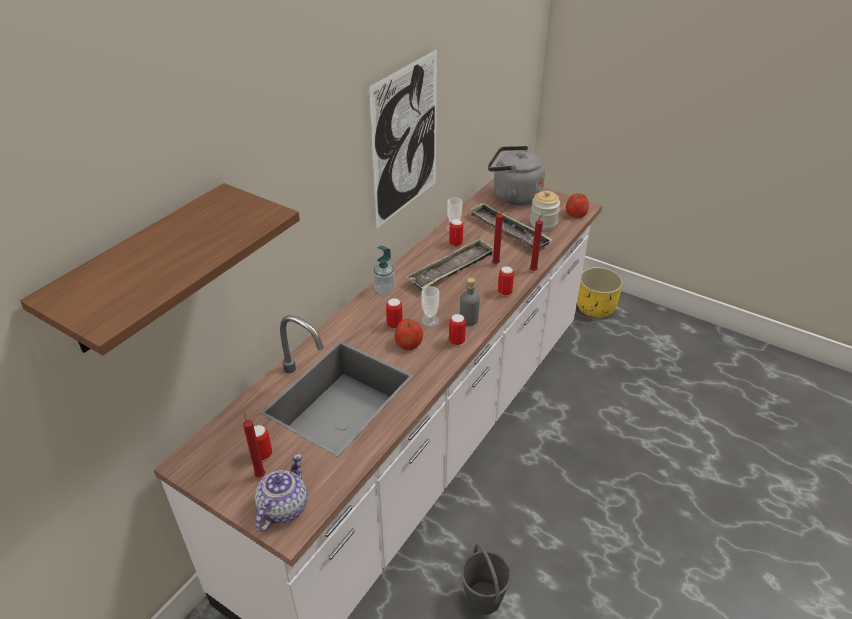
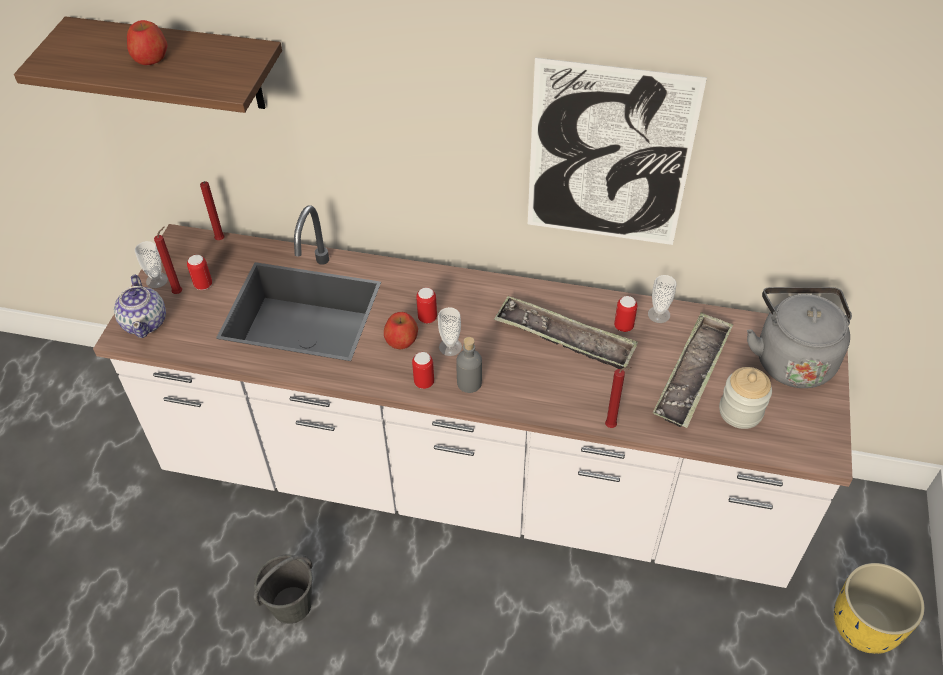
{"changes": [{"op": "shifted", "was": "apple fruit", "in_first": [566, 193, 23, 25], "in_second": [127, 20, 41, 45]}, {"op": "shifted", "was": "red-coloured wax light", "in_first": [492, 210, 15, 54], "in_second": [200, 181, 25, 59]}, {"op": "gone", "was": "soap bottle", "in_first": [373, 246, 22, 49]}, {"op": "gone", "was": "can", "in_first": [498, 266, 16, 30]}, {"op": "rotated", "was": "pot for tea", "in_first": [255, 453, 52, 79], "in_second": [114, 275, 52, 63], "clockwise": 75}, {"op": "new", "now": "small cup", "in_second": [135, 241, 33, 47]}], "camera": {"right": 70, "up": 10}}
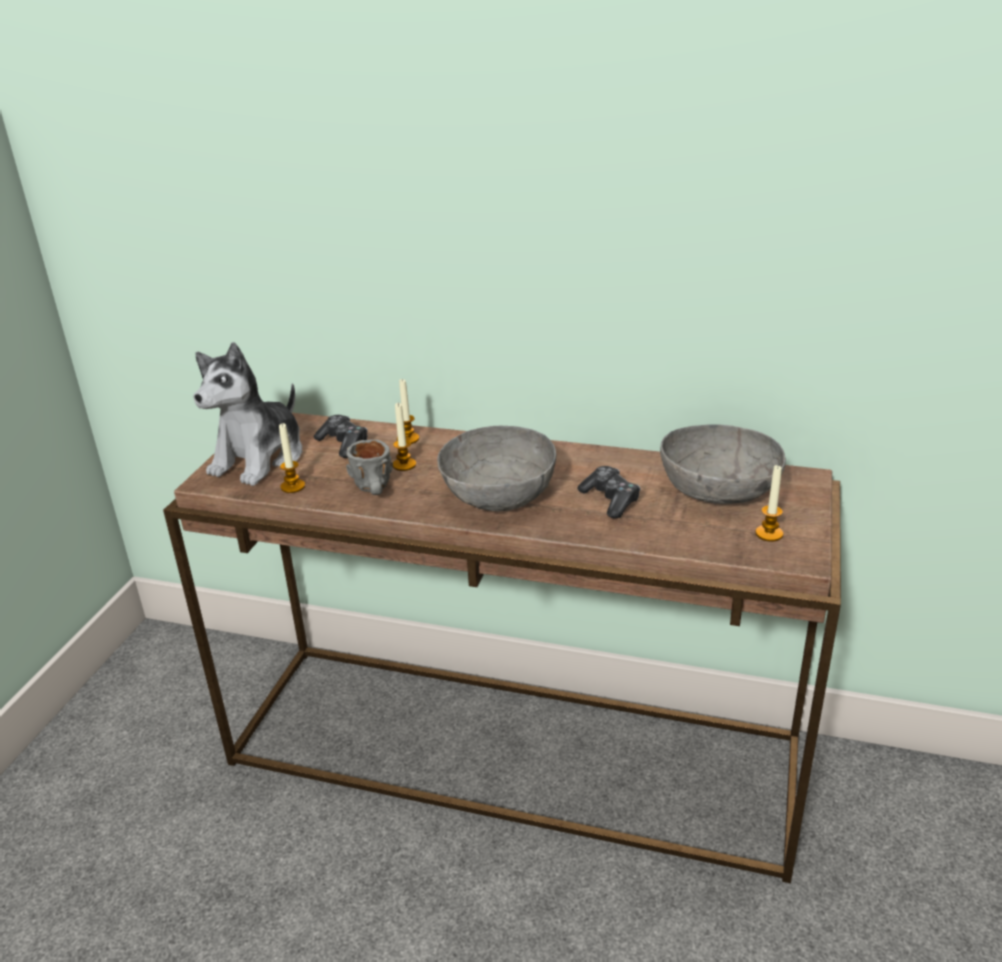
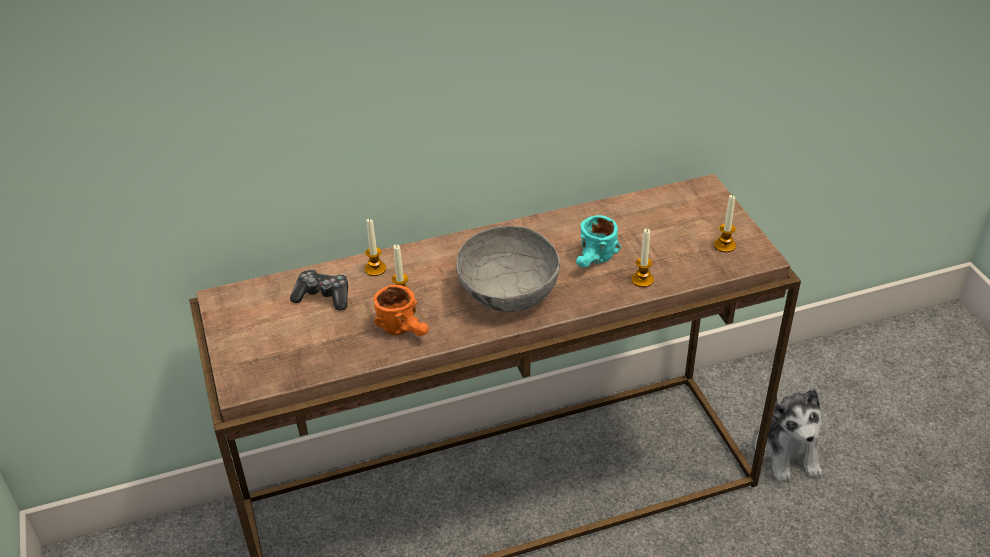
{"changes": [{"op": "shifted", "was": "soft toy", "in_first": [193, 342, 109, 144], "in_second": [755, 389, 67, 93]}, {"op": "shifted", "was": "wax light", "in_first": [279, 423, 26, 70], "in_second": [632, 228, 22, 59]}, {"op": "gone", "was": "gray deep dish", "in_first": [660, 425, 126, 79]}, {"op": "repainted", "was": "gray tea mug", "now": "orange tea mug", "in_first": [346, 439, 47, 56], "in_second": [373, 285, 55, 51]}, {"op": "swapped", "was": "gamepad", "now": "blue-green tea mug", "in_first": [577, 466, 64, 53], "in_second": [576, 215, 45, 52]}], "camera": {"right": -35, "up": 10}}
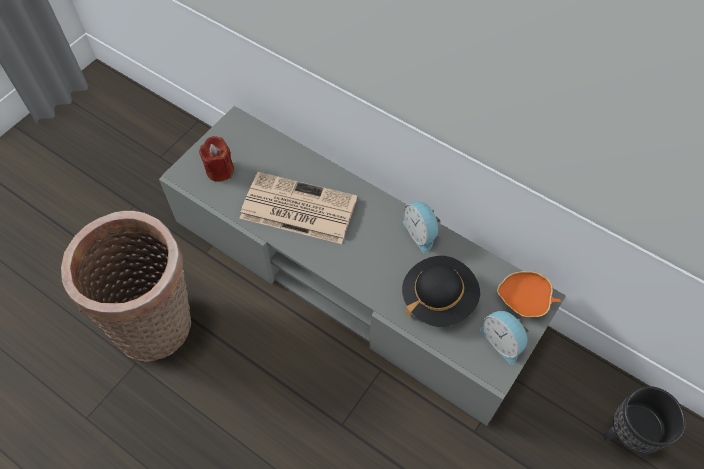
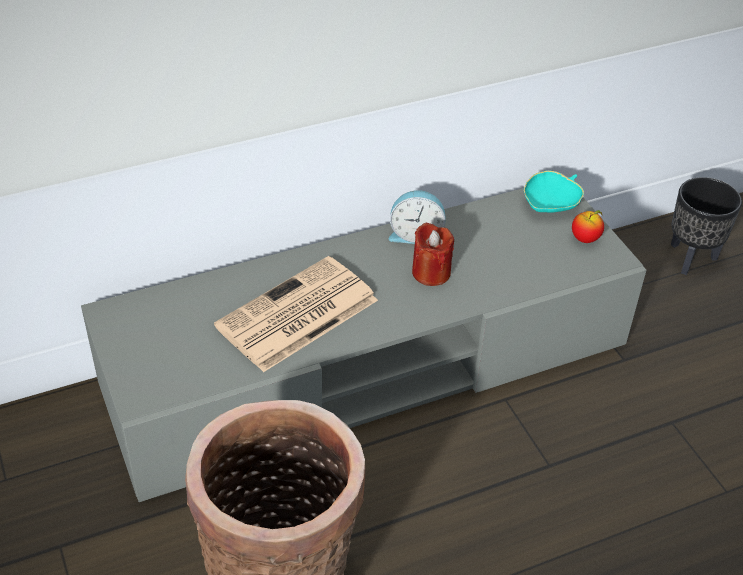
{"changes": [{"op": "shifted", "was": "red-coloured wax light", "in_first": [199, 136, 35, 46], "in_second": [412, 223, 42, 63]}, {"op": "gone", "was": "blackish wearable hat", "in_first": [402, 256, 78, 71]}, {"op": "repainted", "was": "orange deep dish", "now": "blue-green deep dish", "in_first": [497, 271, 64, 47], "in_second": [524, 170, 60, 43]}, {"op": "swapped", "was": "bedside clock", "now": "apple fruit", "in_first": [480, 311, 49, 53], "in_second": [572, 210, 32, 33]}], "camera": {"right": -60, "up": -15}}
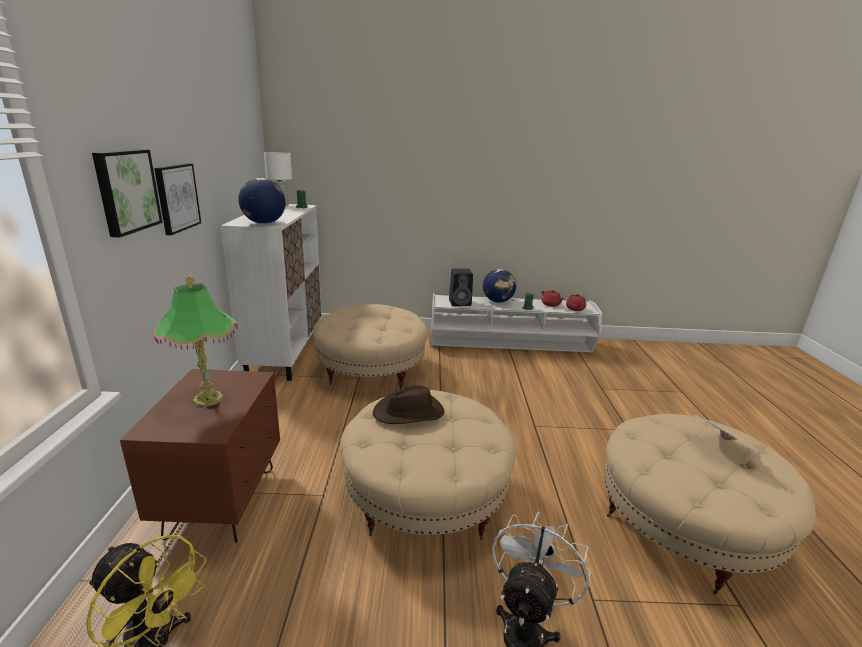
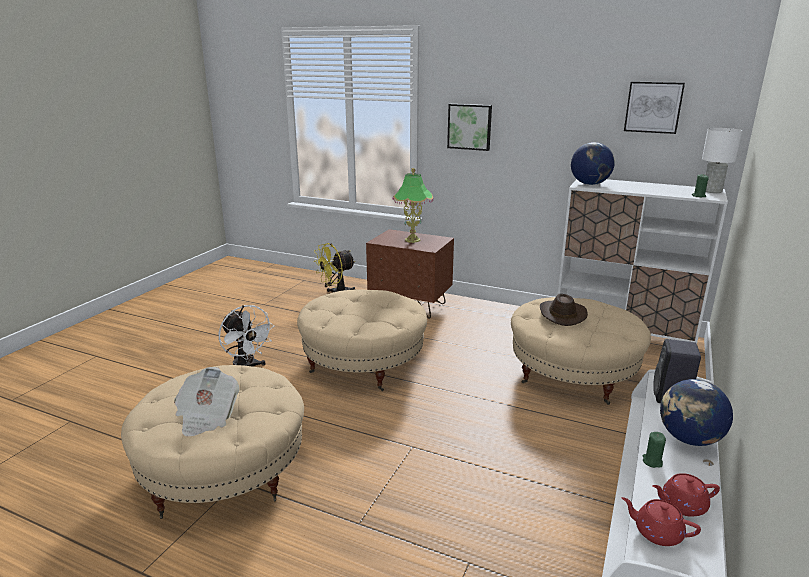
{"changes": [{"op": "shifted", "was": "wall art", "in_first": [154, 163, 47, 72], "in_second": [624, 81, 61, 53]}, {"op": "shifted", "was": "brown-coloured wearable hat", "in_first": [373, 385, 71, 39], "in_second": [540, 294, 48, 32]}], "camera": {"right": 115, "up": 0}}
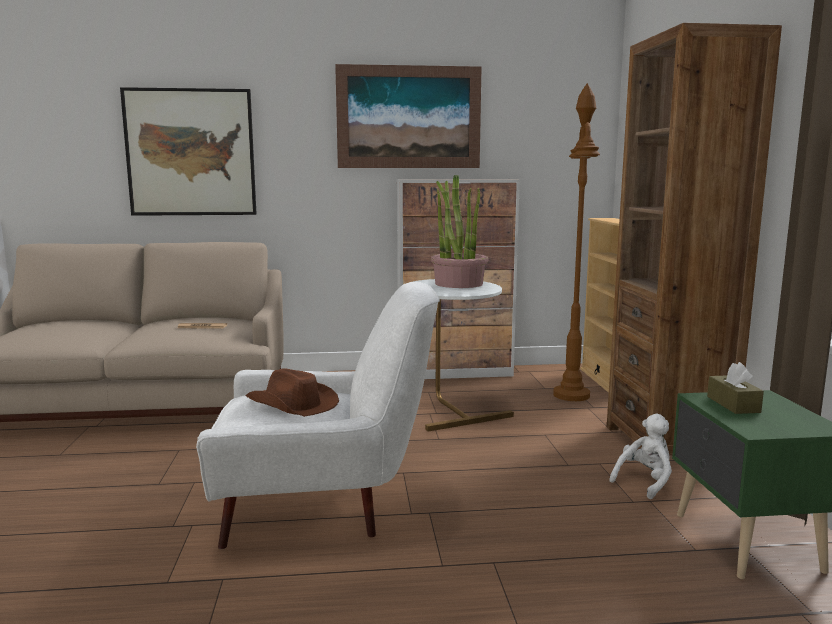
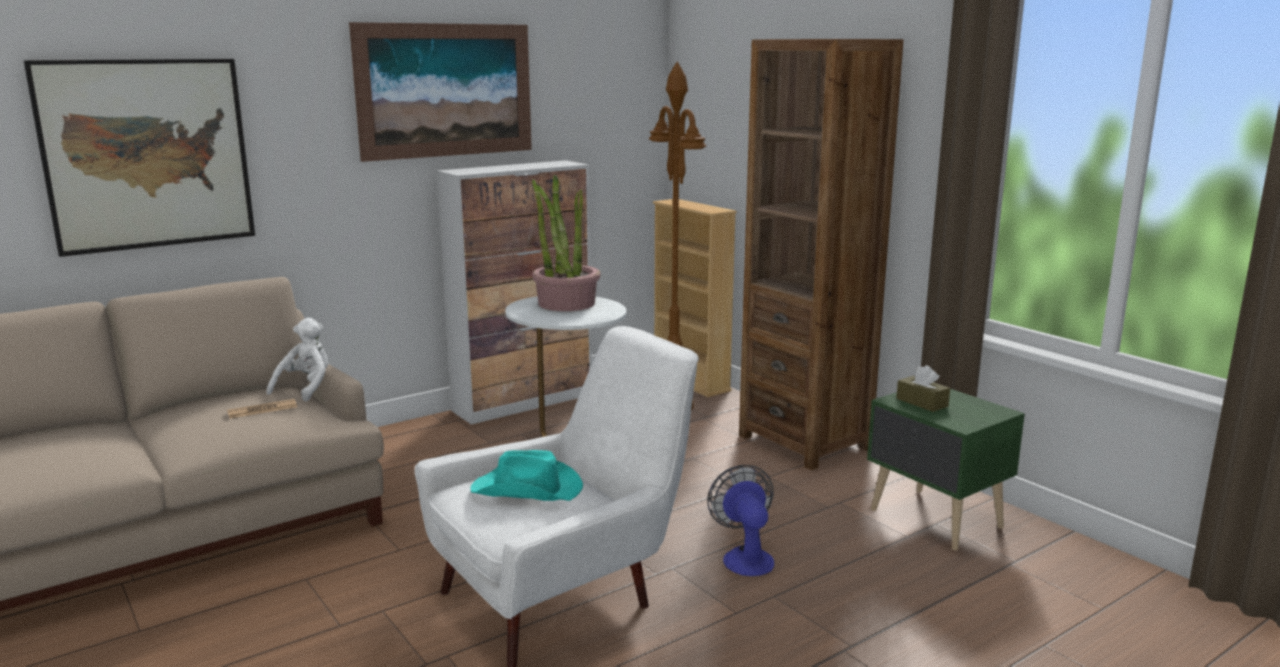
{"changes": [{"op": "repainted", "was": "brown-coloured wearable hat", "now": "blue-green wearable hat", "in_first": [245, 368, 94, 49], "in_second": [470, 450, 113, 51]}, {"op": "shifted", "was": "white soft toy", "in_first": [609, 414, 63, 85], "in_second": [266, 318, 62, 83]}, {"op": "new", "now": "fan", "in_second": [707, 465, 67, 111]}], "camera": {"right": -30, "up": 5}}
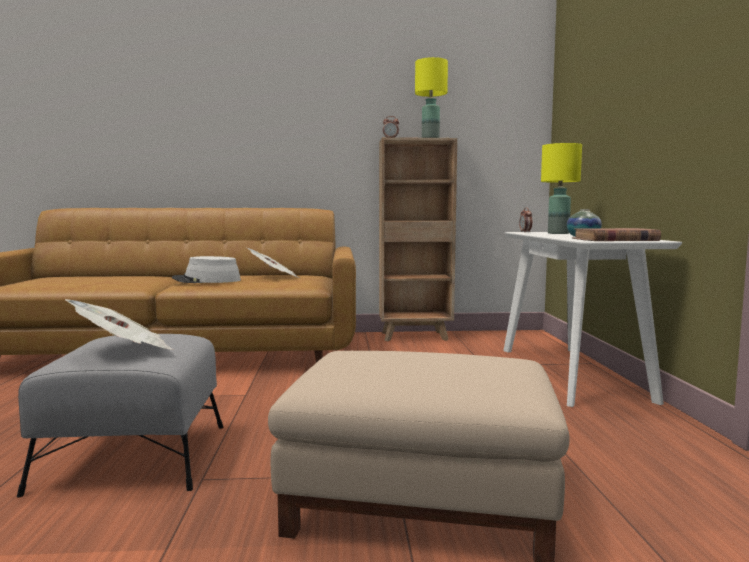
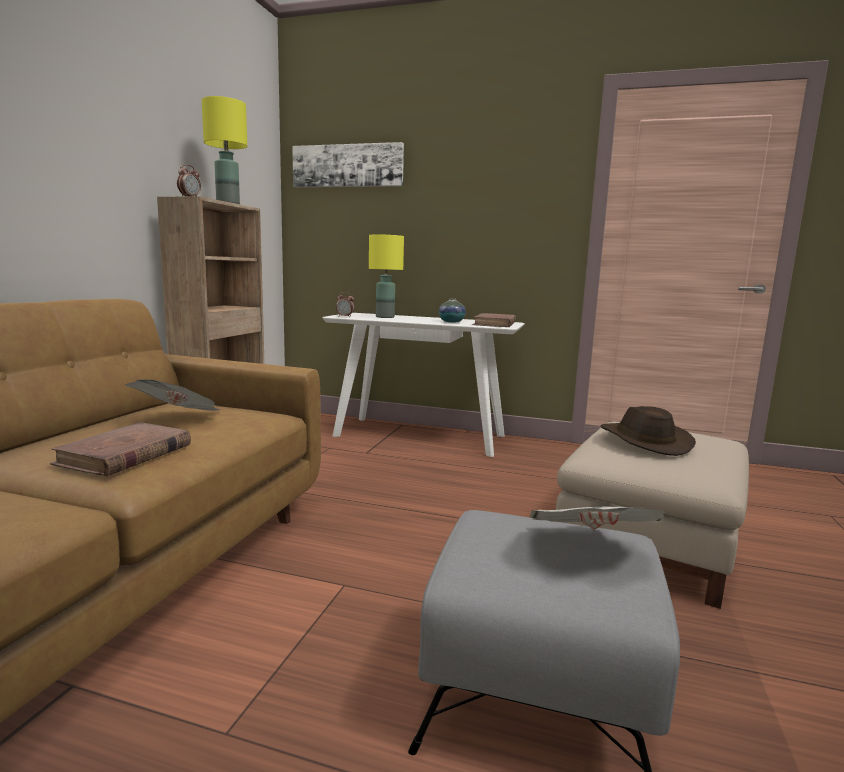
{"changes": [{"op": "swapped", "was": "gray wearable hat", "now": "brown-coloured bound book", "in_first": [172, 256, 69, 27], "in_second": [50, 422, 141, 54]}, {"op": "new", "now": "wall art", "in_second": [292, 142, 112, 45]}, {"op": "new", "now": "brown-coloured wearable hat", "in_second": [601, 406, 95, 50]}], "camera": {"right": -70, "up": 5}}
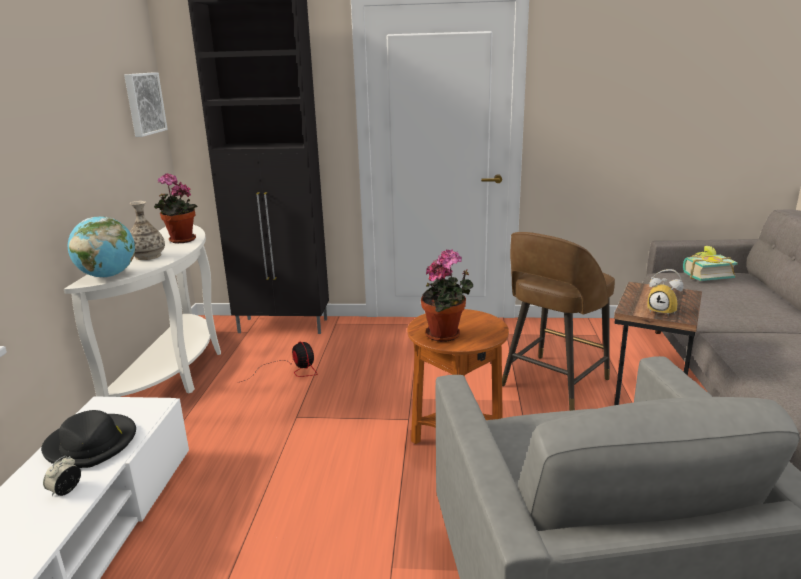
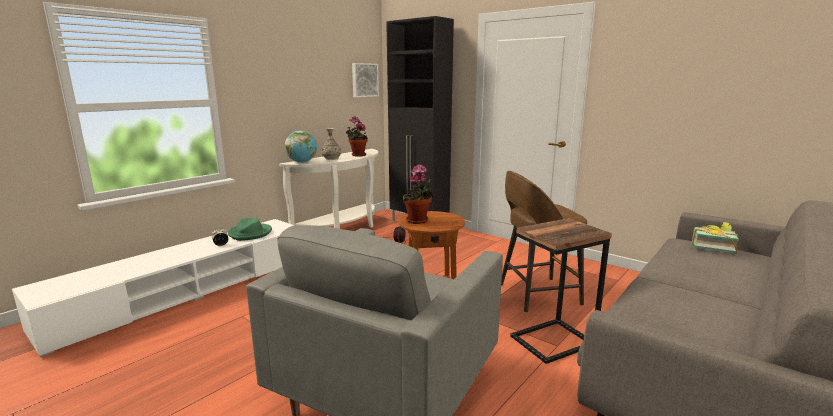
{"changes": [{"op": "gone", "was": "bedside clock", "in_first": [647, 269, 37, 47]}, {"op": "repainted", "was": "blackish wearable hat", "now": "greenish wearable hat", "in_first": [41, 410, 95, 58], "in_second": [228, 218, 44, 23]}], "camera": {"right": 35, "up": -5}}
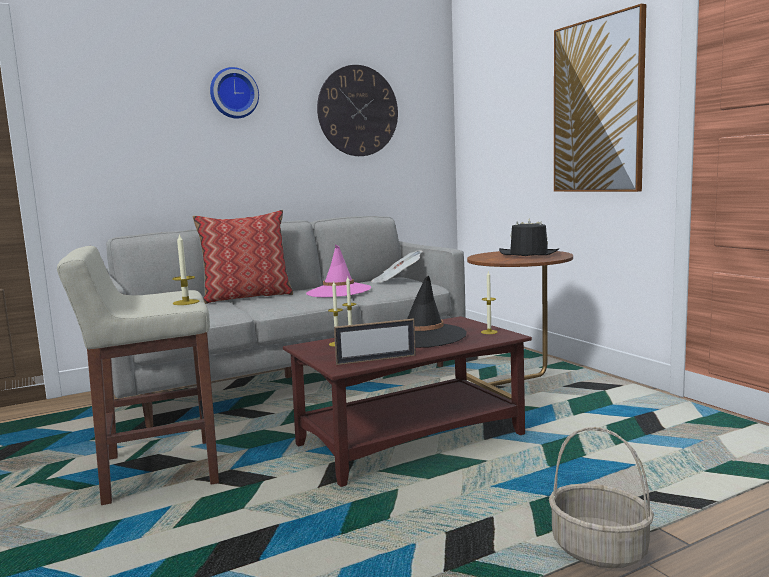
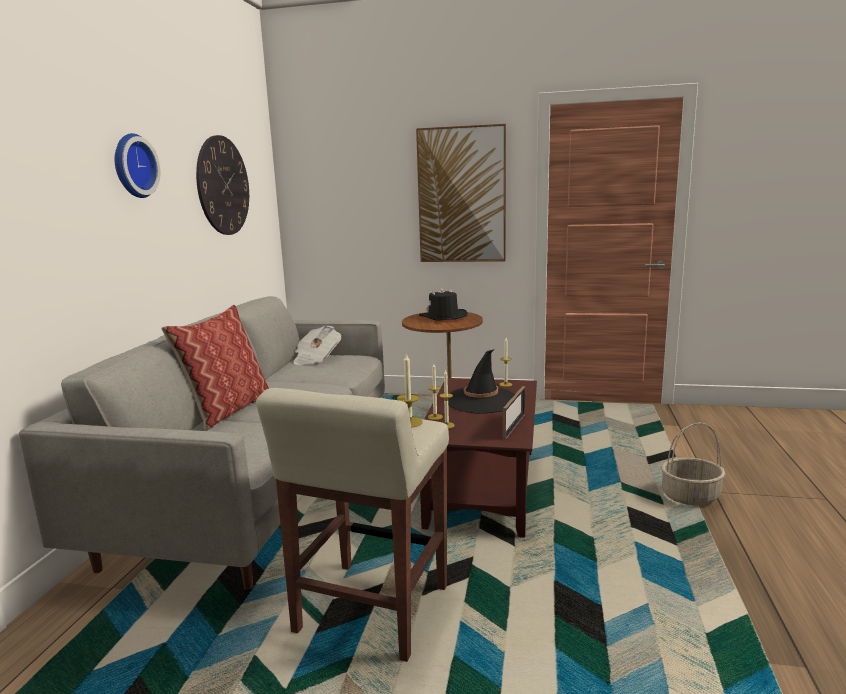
{"changes": [{"op": "gone", "was": "pink-coloured wearable hat", "in_first": [306, 244, 65, 53]}], "camera": {"right": -50, "up": 5}}
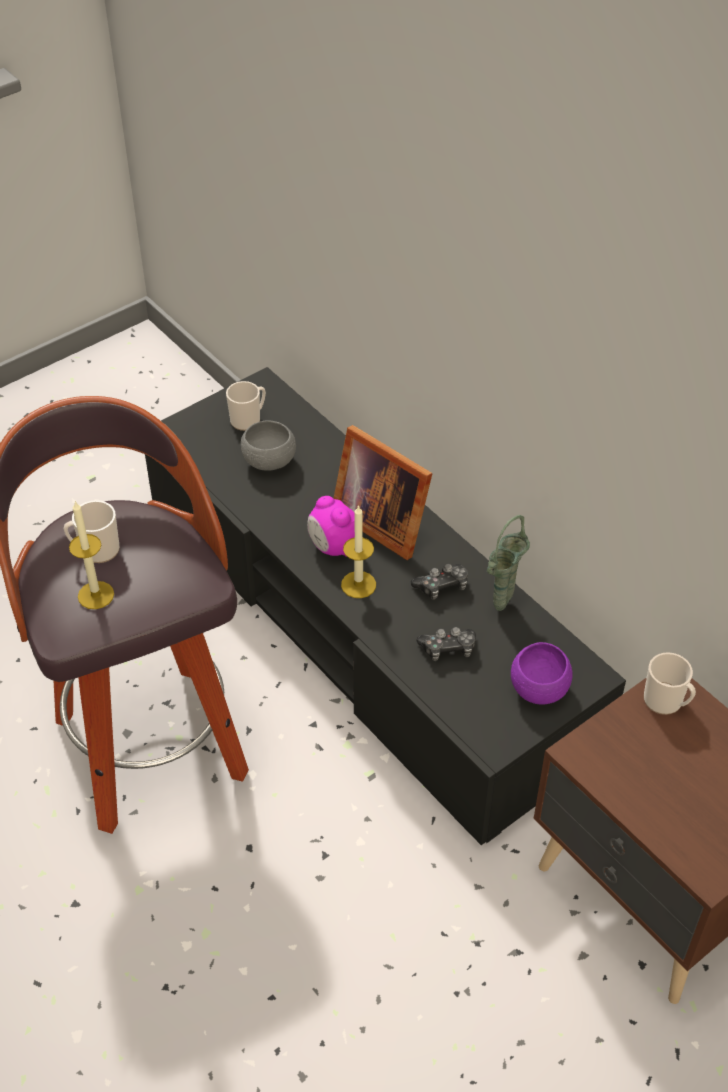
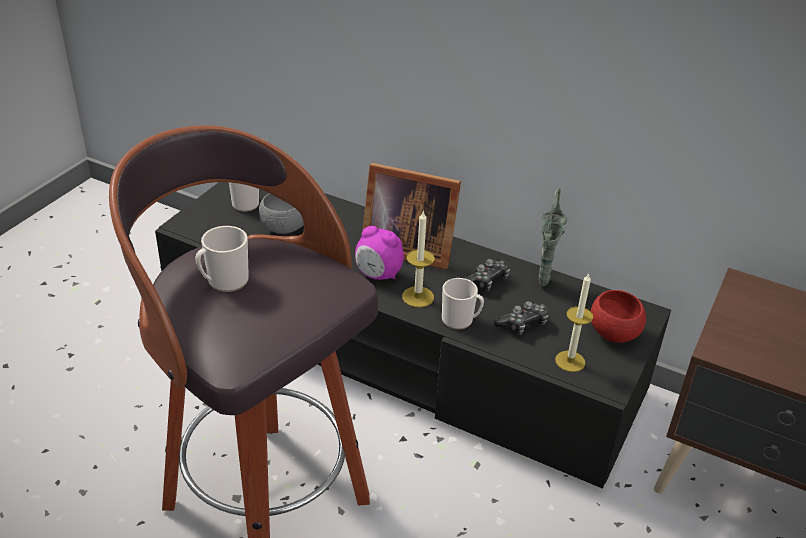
{"changes": [{"op": "shifted", "was": "wax light", "in_first": [69, 501, 45, 108], "in_second": [555, 273, 38, 99]}, {"op": "repainted", "was": "purple deep dish", "now": "red-coloured deep dish", "in_first": [511, 642, 62, 63], "in_second": [591, 290, 55, 53]}, {"op": "shifted", "was": "tea mug", "in_first": [644, 652, 52, 63], "in_second": [442, 278, 42, 52]}], "camera": {"right": -25, "up": -10}}
